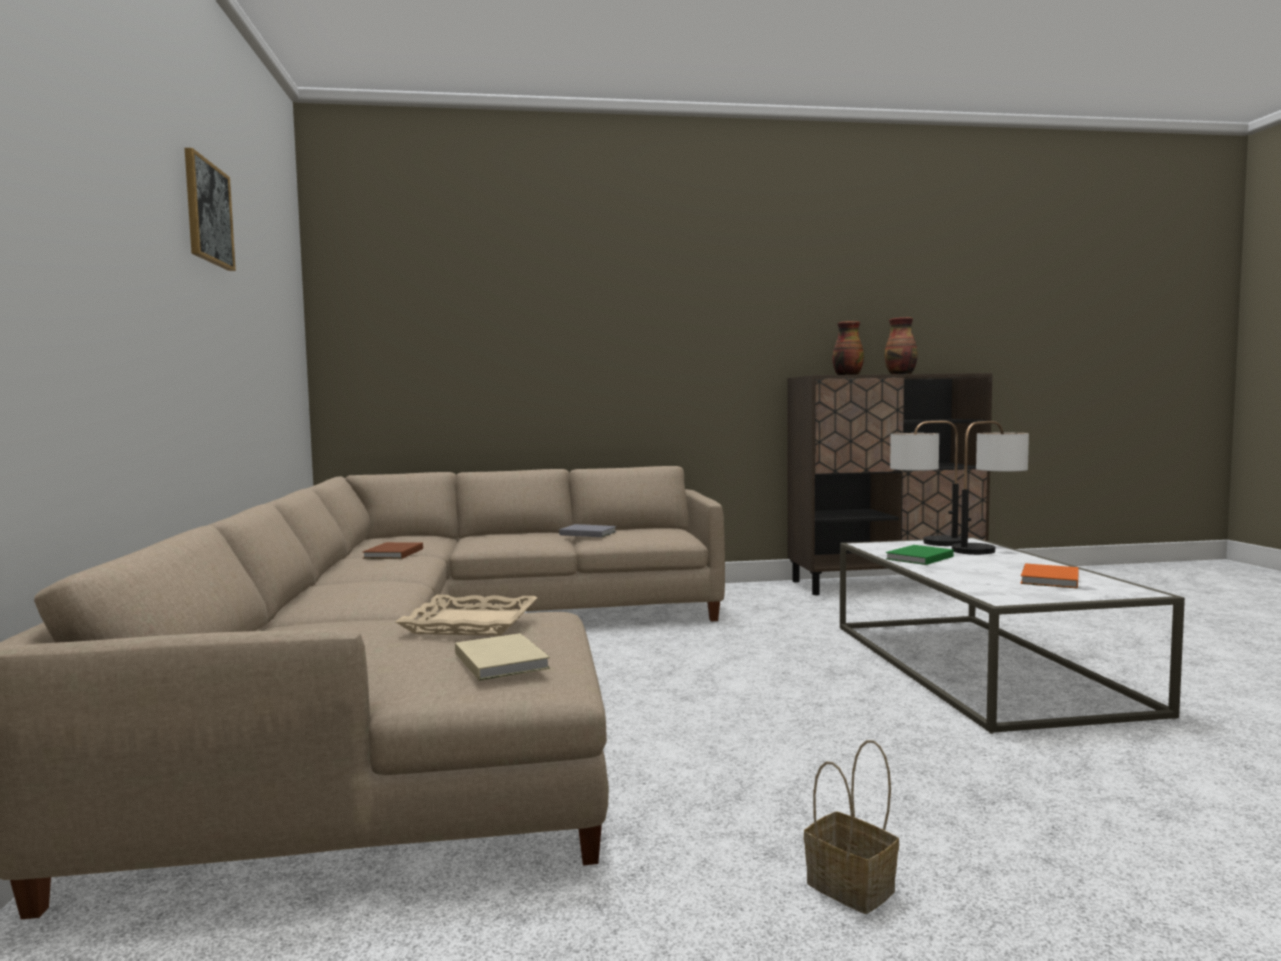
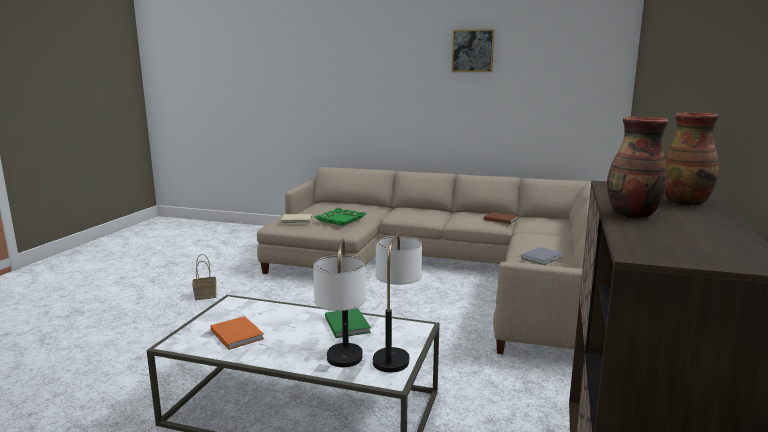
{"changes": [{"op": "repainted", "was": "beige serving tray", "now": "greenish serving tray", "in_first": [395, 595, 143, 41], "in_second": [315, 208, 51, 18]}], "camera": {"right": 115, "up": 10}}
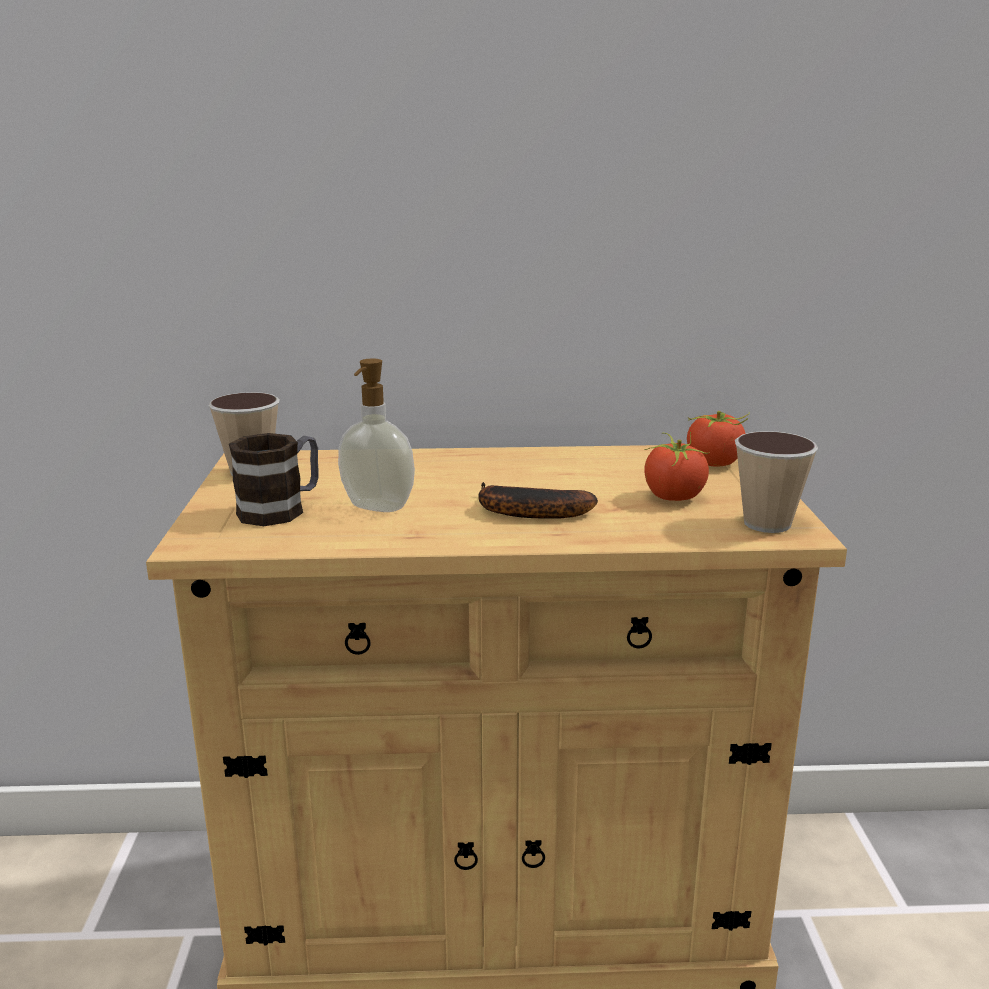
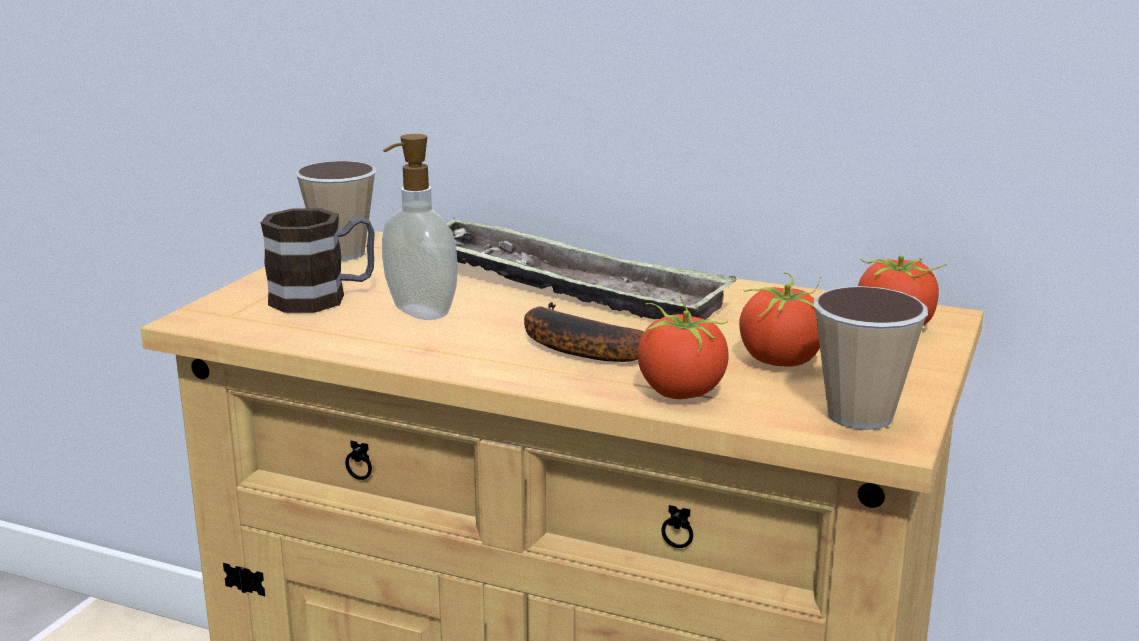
{"changes": [{"op": "new", "now": "serving tray", "in_second": [447, 218, 290, 102]}, {"op": "new", "now": "tomato", "in_second": [638, 296, 91, 103]}], "camera": {"right": 25, "up": 0}}
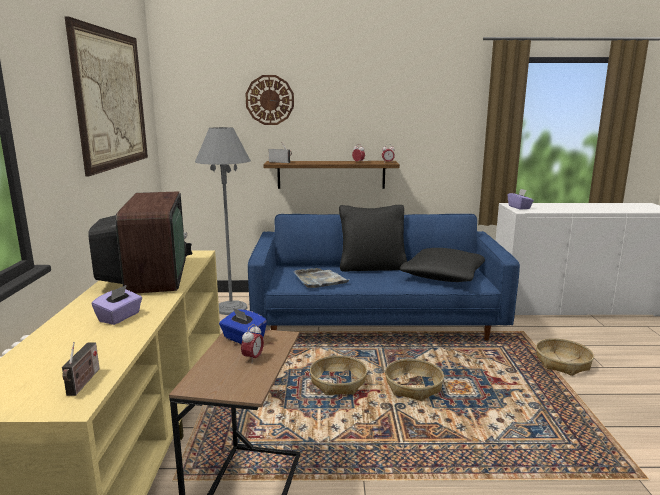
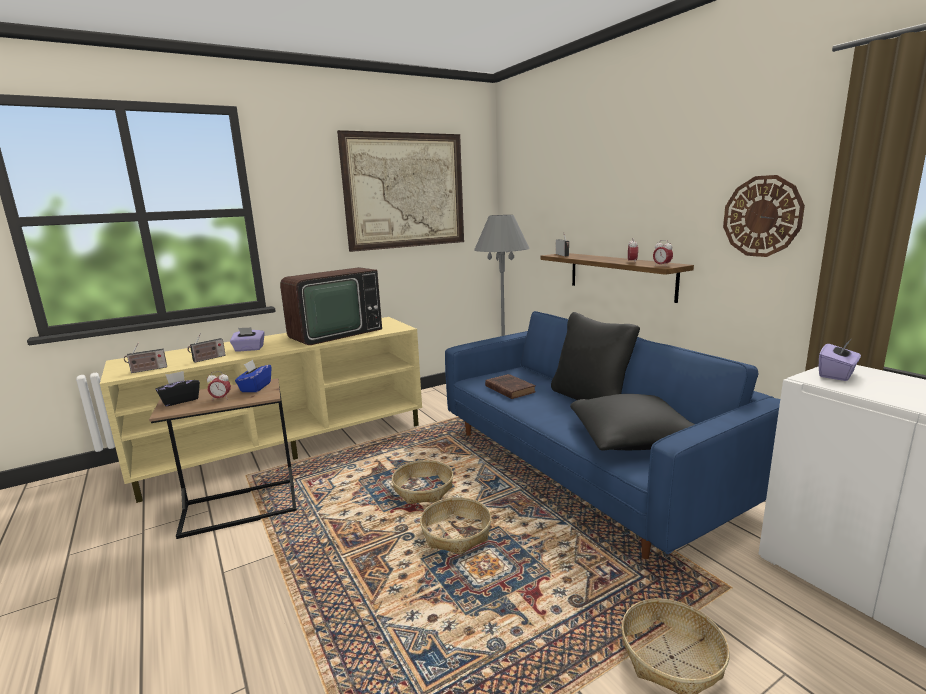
{"changes": [{"op": "shifted", "was": "hanging clock", "in_first": [245, 75, 49, 50], "in_second": [723, 175, 82, 82]}, {"op": "swapped", "was": "gray serving tray", "now": "brown-coloured bound book", "in_first": [293, 268, 56, 20], "in_second": [485, 374, 51, 25]}, {"op": "new", "now": "radio receiver", "in_second": [187, 333, 39, 30]}, {"op": "new", "now": "blackish box of tissues", "in_second": [156, 371, 44, 35]}], "camera": {"right": 60, "up": 0}}
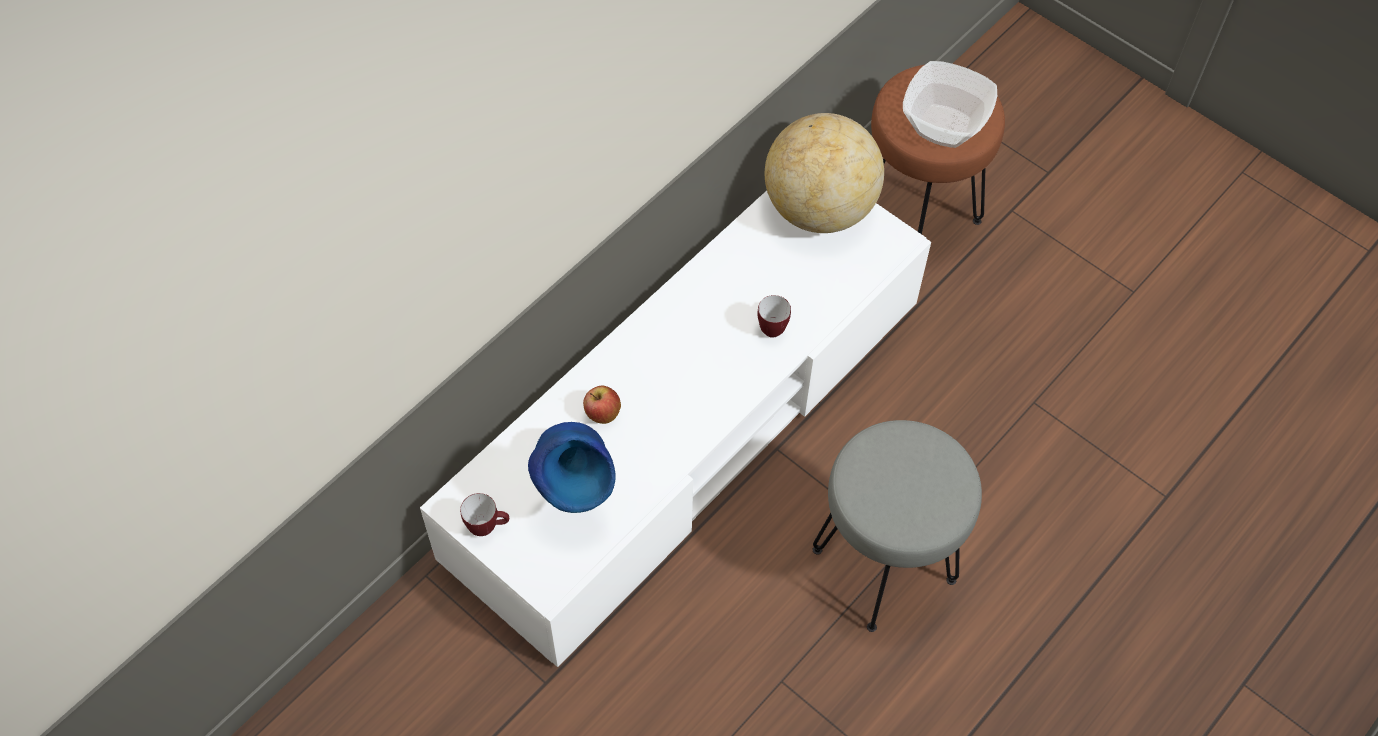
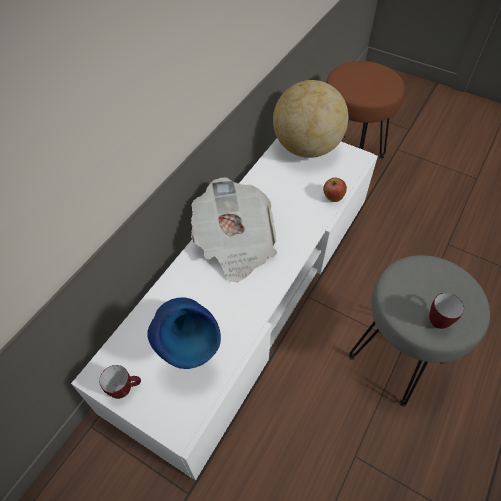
{"changes": [{"op": "gone", "was": "deep dish", "in_first": [903, 61, 94, 87]}, {"op": "shifted", "was": "tea mug", "in_first": [757, 295, 34, 43], "in_second": [429, 293, 35, 36]}, {"op": "shifted", "was": "apple fruit", "in_first": [583, 385, 38, 39], "in_second": [323, 178, 24, 24]}, {"op": "new", "now": "newspaper", "in_second": [191, 177, 86, 106]}], "camera": {"right": -10, "up": -5}}
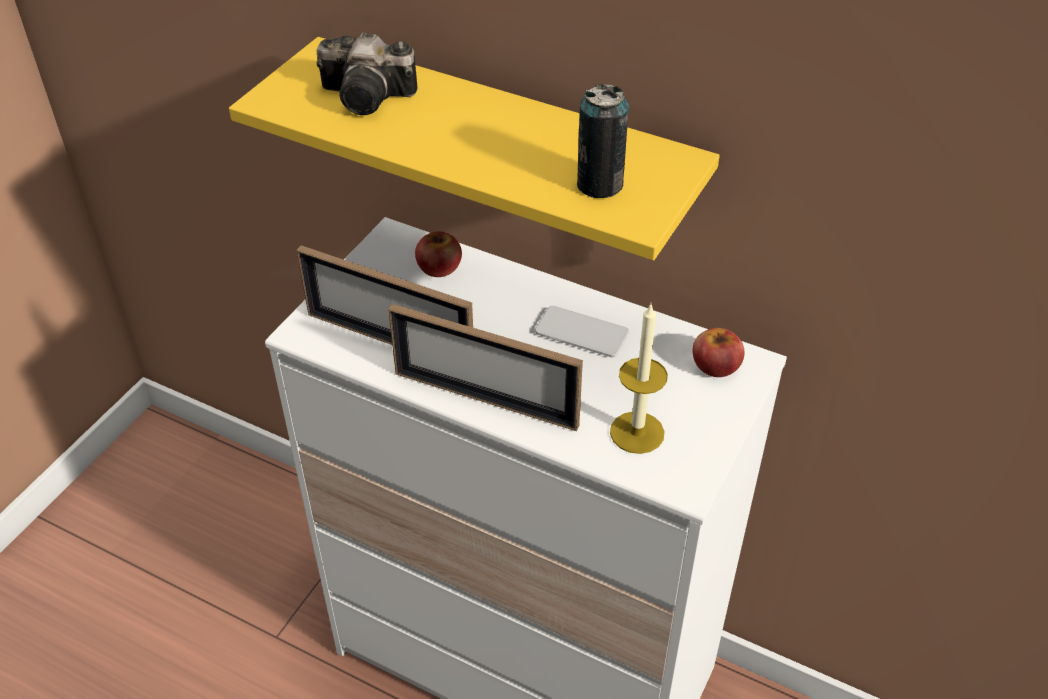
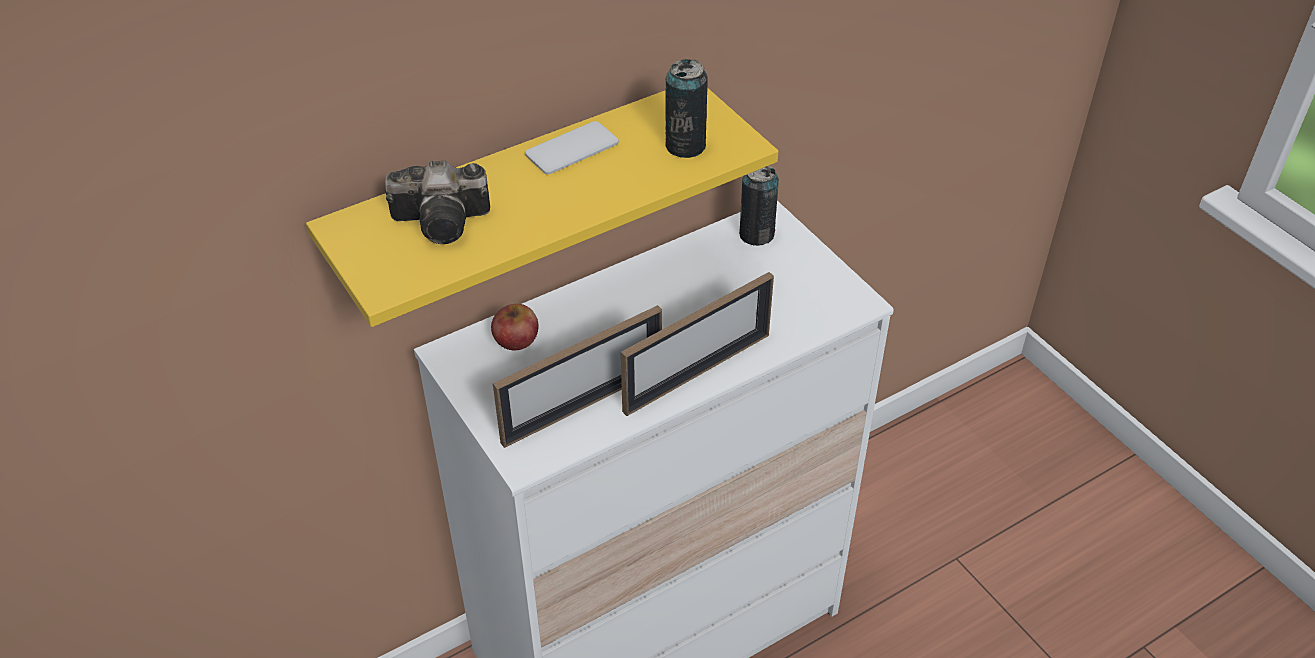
{"changes": [{"op": "rotated", "was": "still camera", "in_first": [317, 32, 100, 83], "in_second": [385, 160, 105, 84], "clockwise": 45}, {"op": "gone", "was": "wax light", "in_first": [610, 304, 58, 150]}, {"op": "shifted", "was": "phone", "in_first": [535, 306, 94, 51], "in_second": [525, 121, 94, 53]}, {"op": "swapped", "was": "apple fruit", "now": "can", "in_first": [693, 328, 52, 49], "in_second": [739, 165, 40, 81]}], "camera": {"right": -60, "up": 0}}
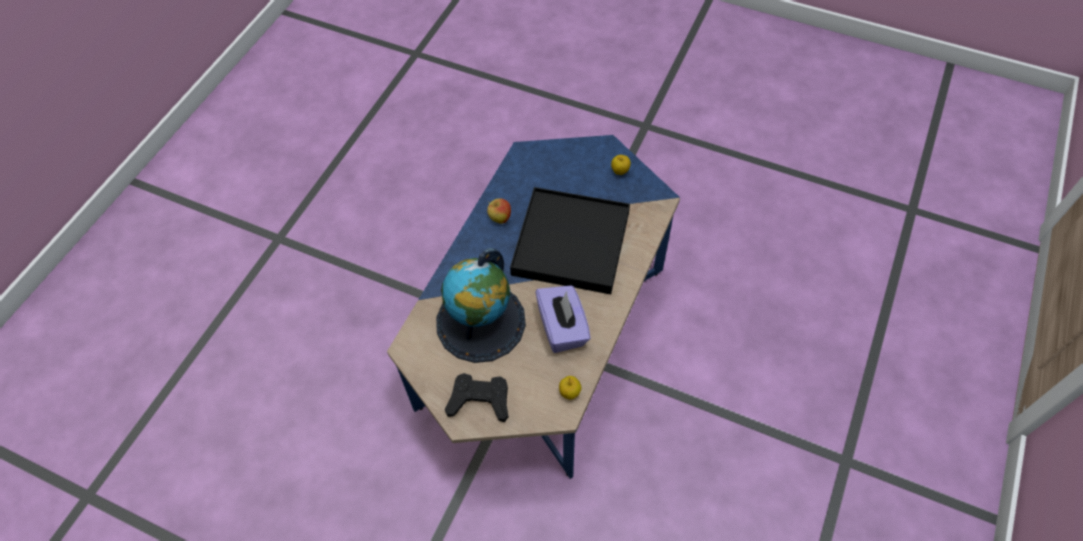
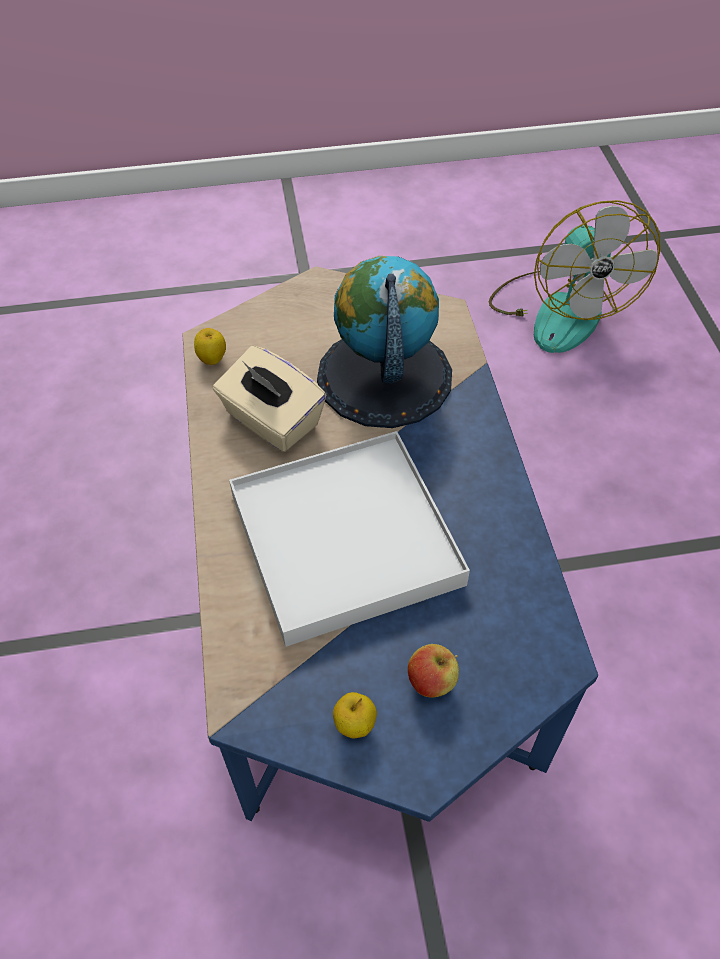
{"changes": [{"op": "repainted", "was": "blackish serving tray", "now": "white serving tray", "in_first": [510, 187, 120, 107], "in_second": [229, 431, 241, 216]}, {"op": "shifted", "was": "apple fruit", "in_first": [487, 198, 24, 26], "in_second": [408, 644, 51, 53]}, {"op": "repainted", "was": "purple box of tissues", "now": "beige box of tissues", "in_first": [535, 285, 56, 68], "in_second": [213, 346, 113, 106]}, {"op": "gone", "was": "blackish gamepad", "in_first": [445, 373, 64, 49]}, {"op": "new", "now": "fan", "in_second": [489, 200, 172, 153]}], "camera": {"right": 145, "up": -5}}
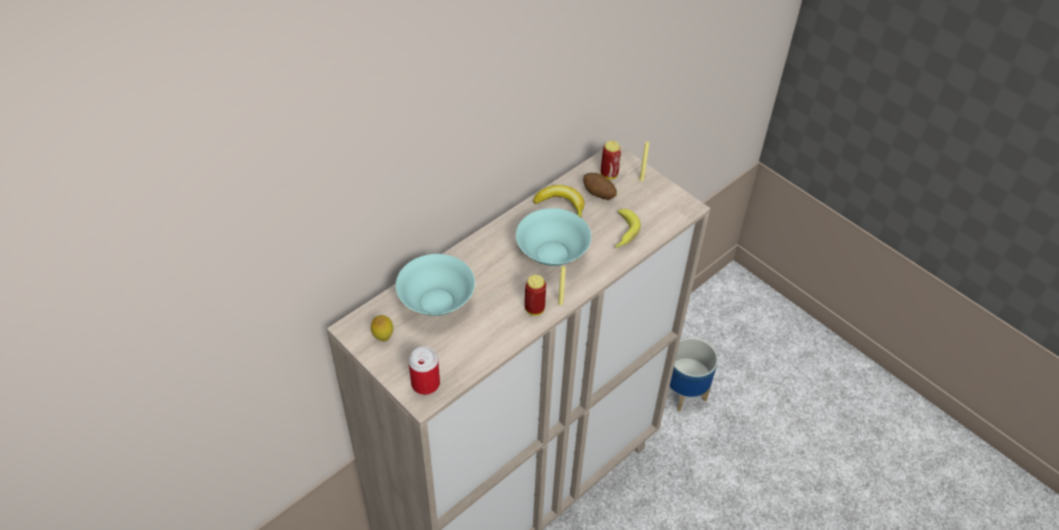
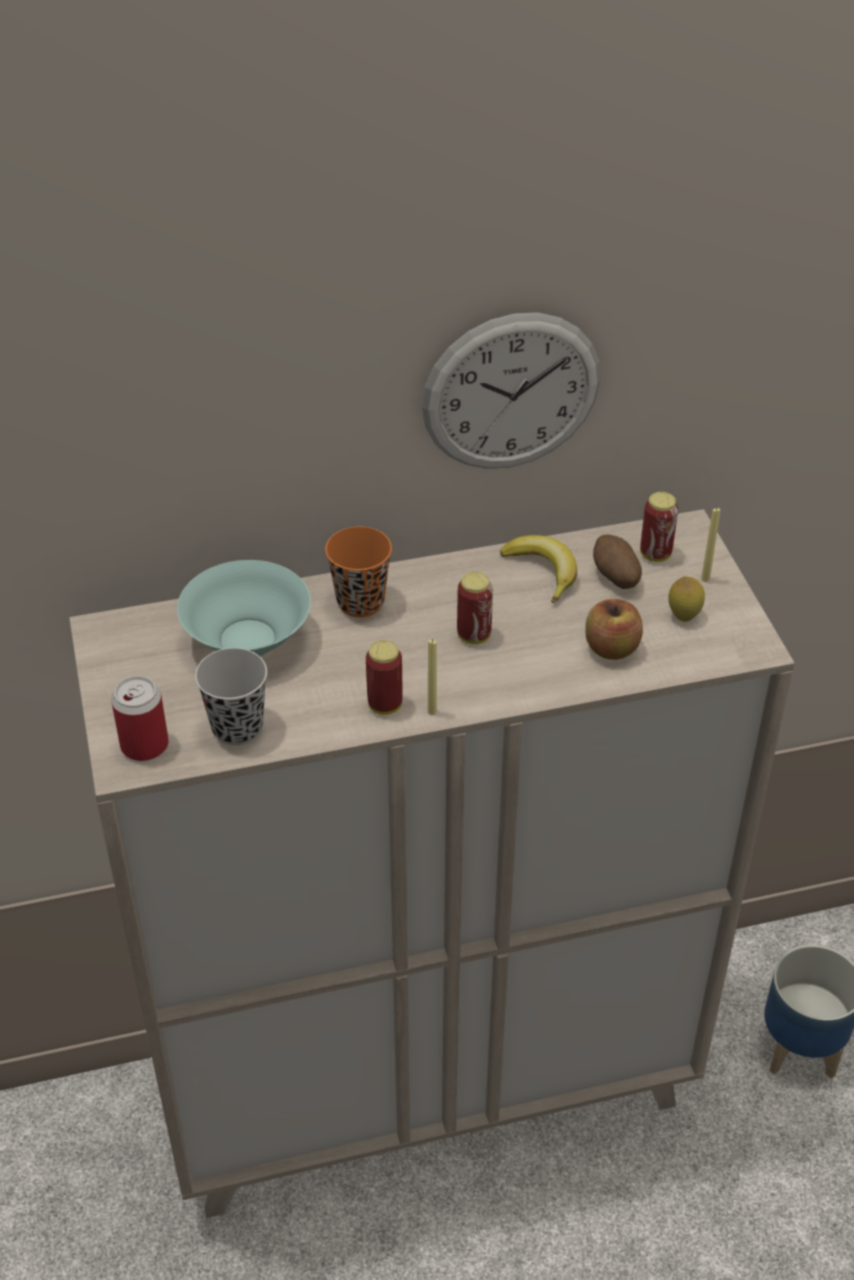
{"changes": [{"op": "swapped", "was": "blue-green deep dish", "now": "can", "in_first": [516, 208, 75, 58], "in_second": [457, 572, 36, 72]}, {"op": "swapped", "was": "banana fruit", "now": "apple fruit", "in_first": [615, 209, 26, 40], "in_second": [586, 599, 57, 61]}, {"op": "shifted", "was": "whole lemon", "in_first": [371, 315, 22, 26], "in_second": [668, 576, 37, 46]}, {"op": "new", "now": "hanging clock", "in_second": [422, 313, 179, 156]}, {"op": "new", "now": "orange small cup", "in_second": [325, 527, 67, 91]}, {"op": "new", "now": "blackish small cup", "in_second": [195, 648, 72, 97]}], "camera": {"right": 30, "up": -5}}
